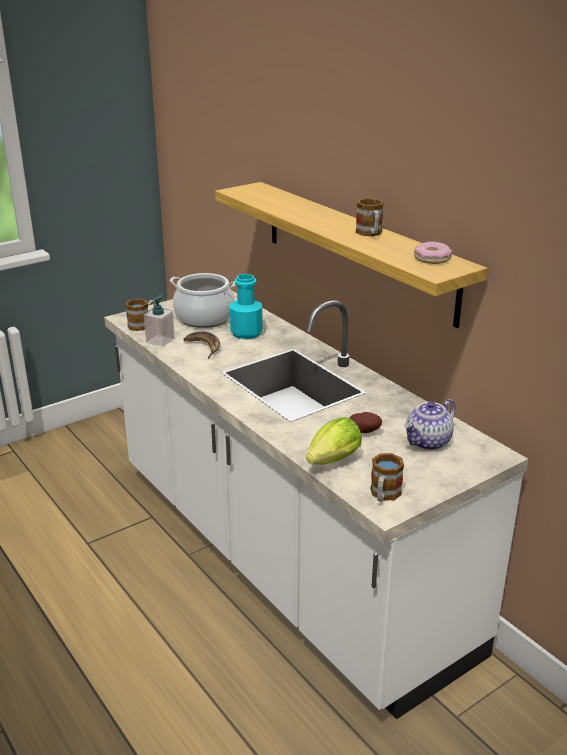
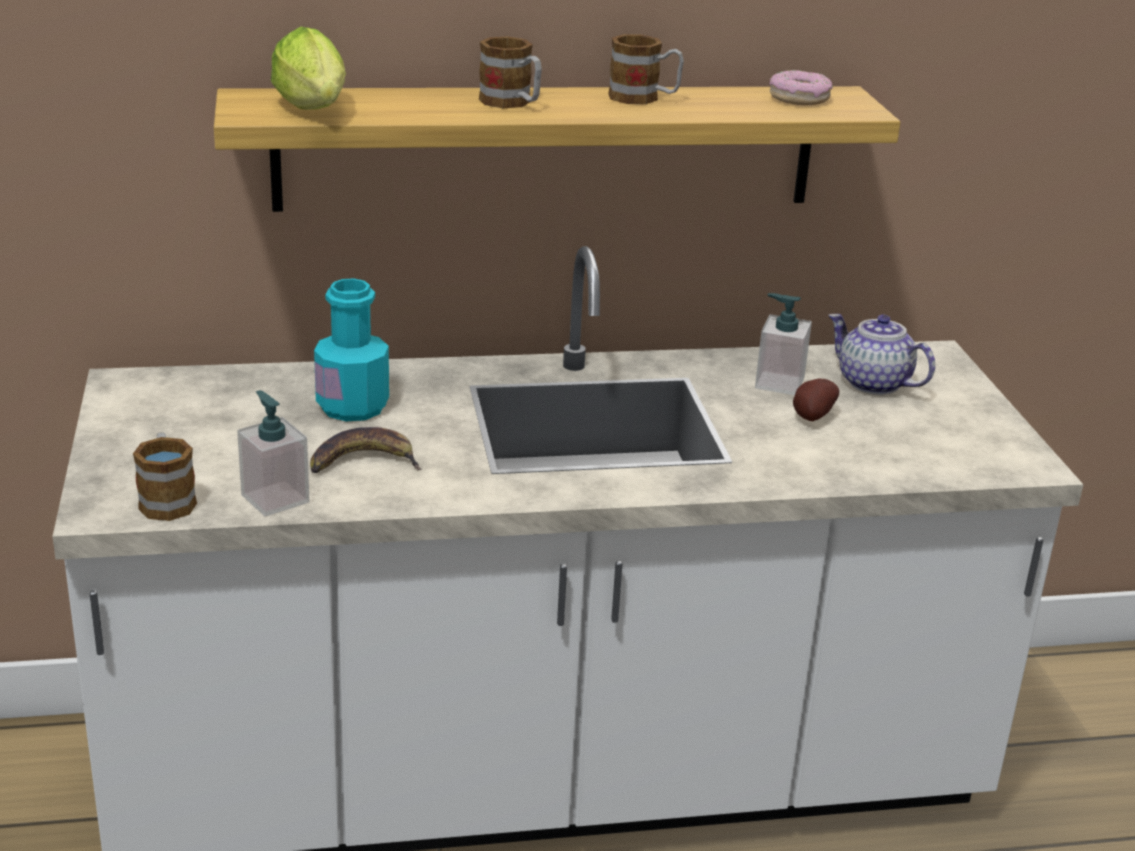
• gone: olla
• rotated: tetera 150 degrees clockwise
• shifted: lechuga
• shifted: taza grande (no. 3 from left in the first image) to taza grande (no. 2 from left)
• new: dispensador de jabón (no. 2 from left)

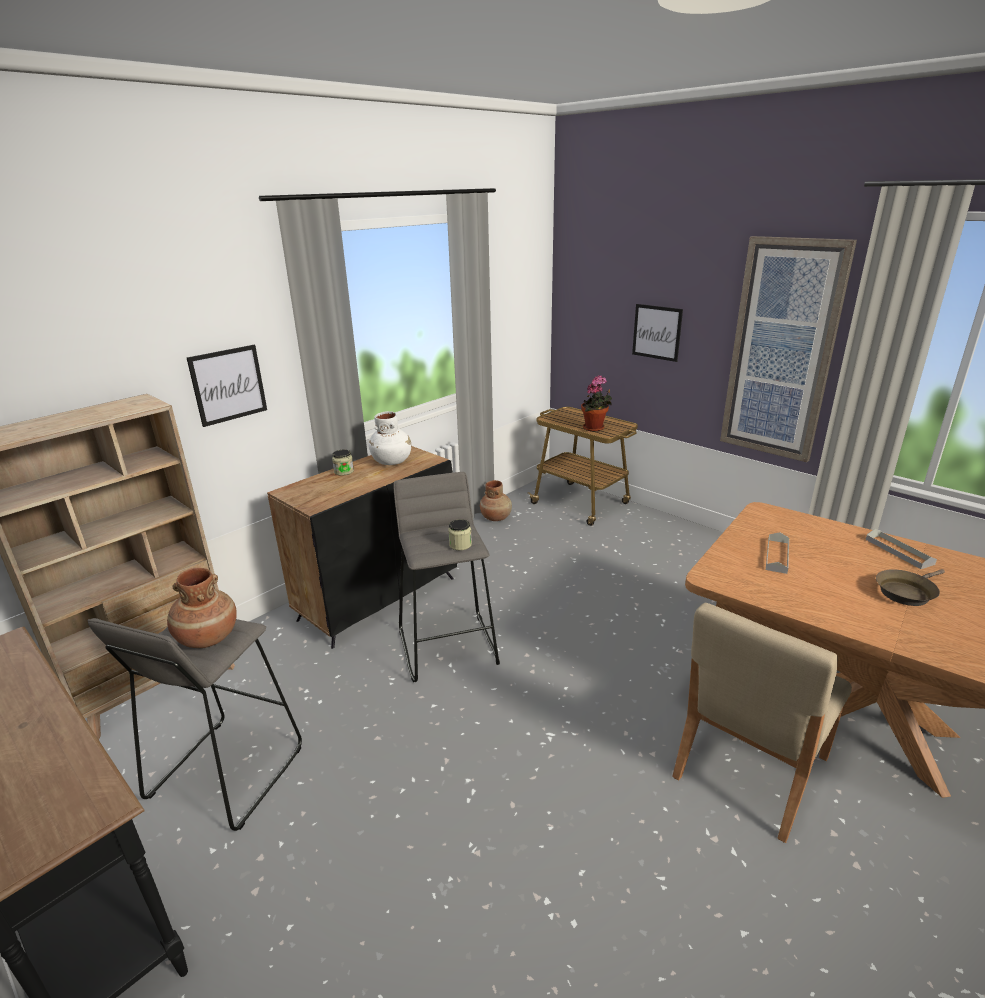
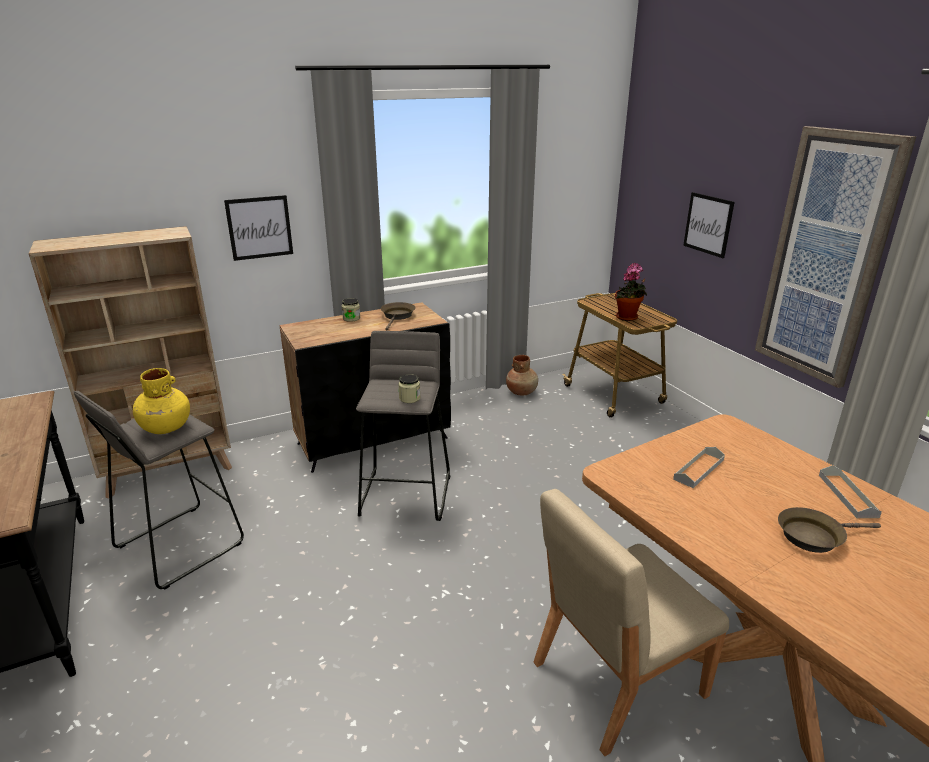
• swapped: florero/blanco to sartén/marrón (no. 1 from left)
• repainted: florero/marrón (no. 1 from left) to florero/amarillo

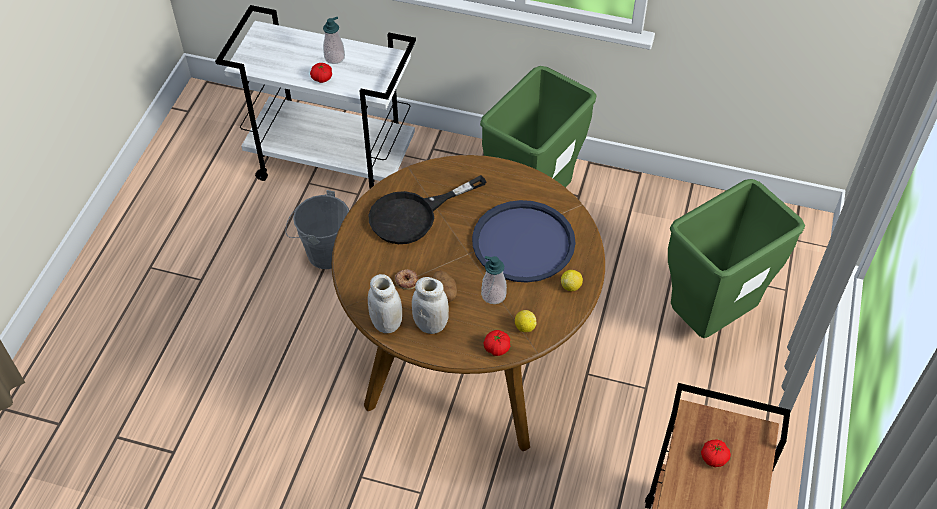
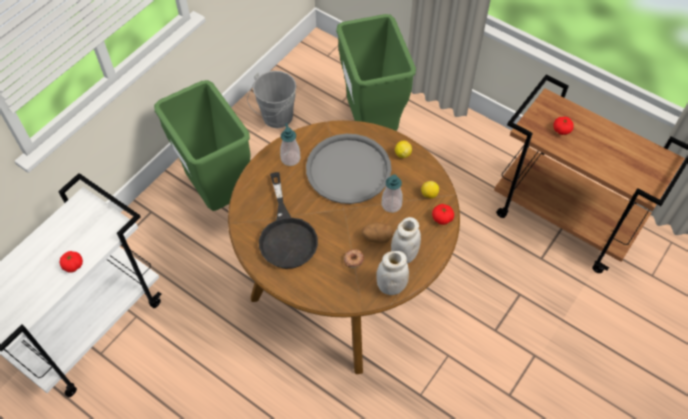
• shifted: dispensador de jabón (no. 1 from left)
• shifted: cubo/gris
• repainted: bandeja/azul to bandeja/gris

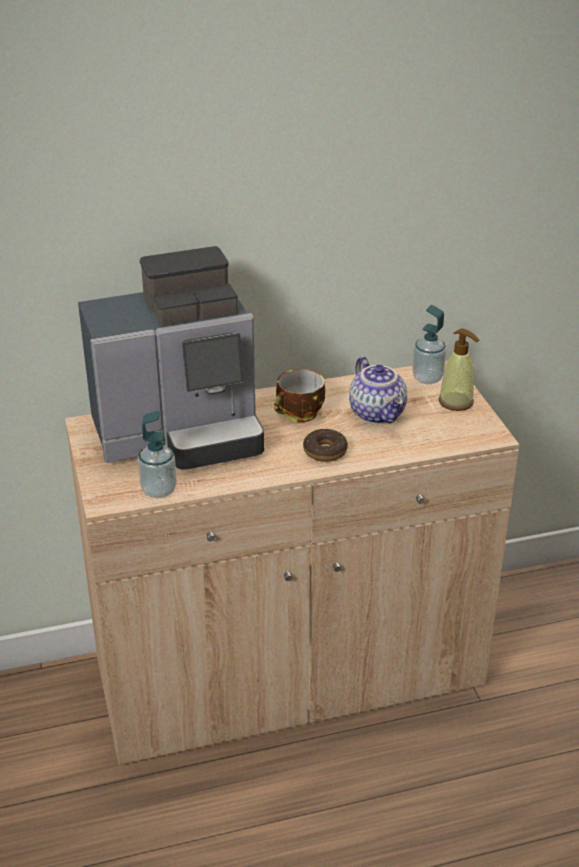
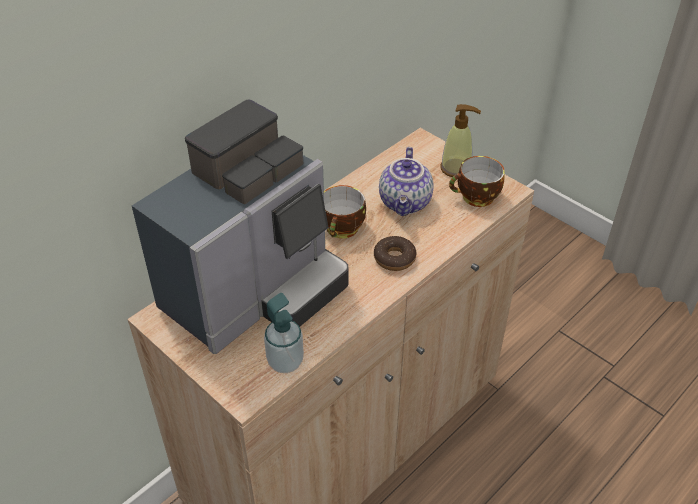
• gone: dispensador de jabón (no. 2 from left)
• rotated: tetera 60 degrees clockwise
• new: taza (no. 2 from left)

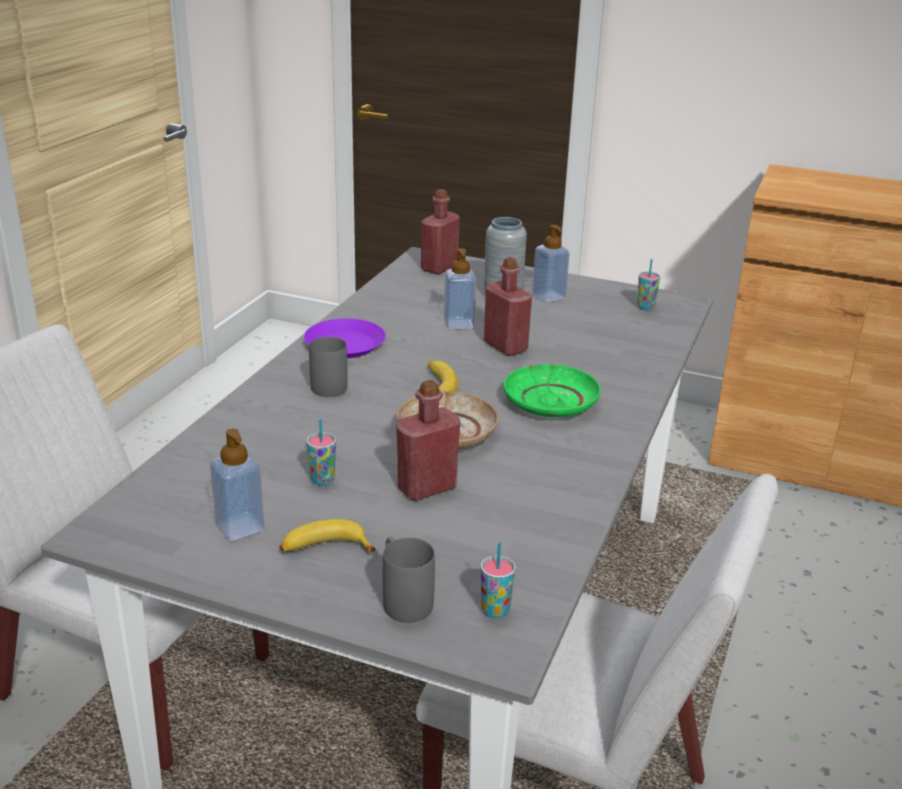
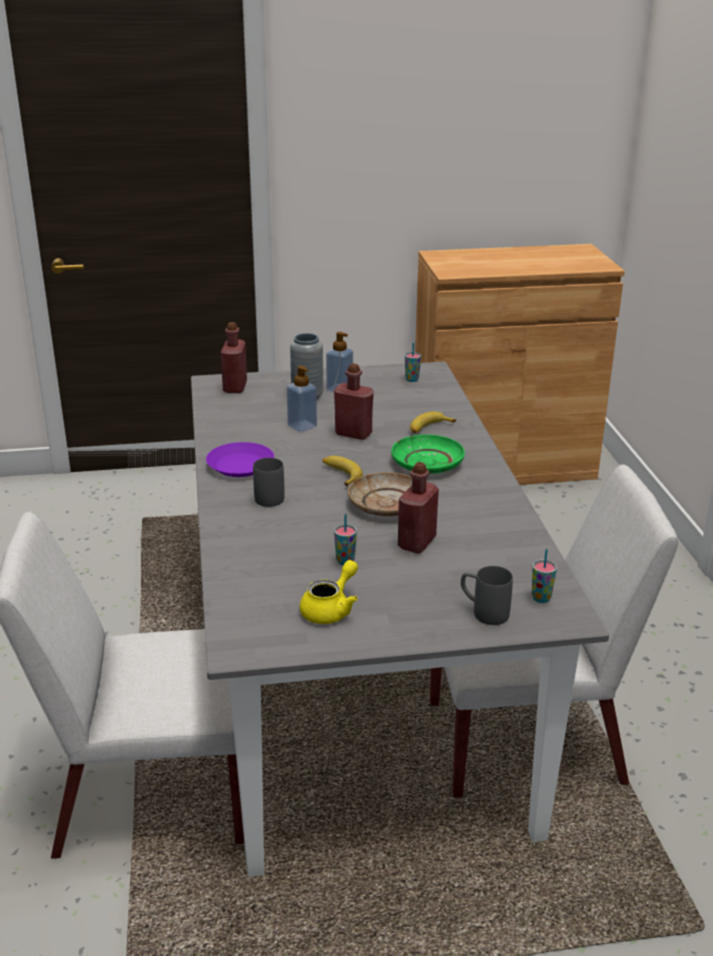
• swapped: dispensador de jabón (no. 1 from left) to tetera/amarillo
• shifted: plátano (no. 1 from left in the first image) to plátano (no. 2 from left)

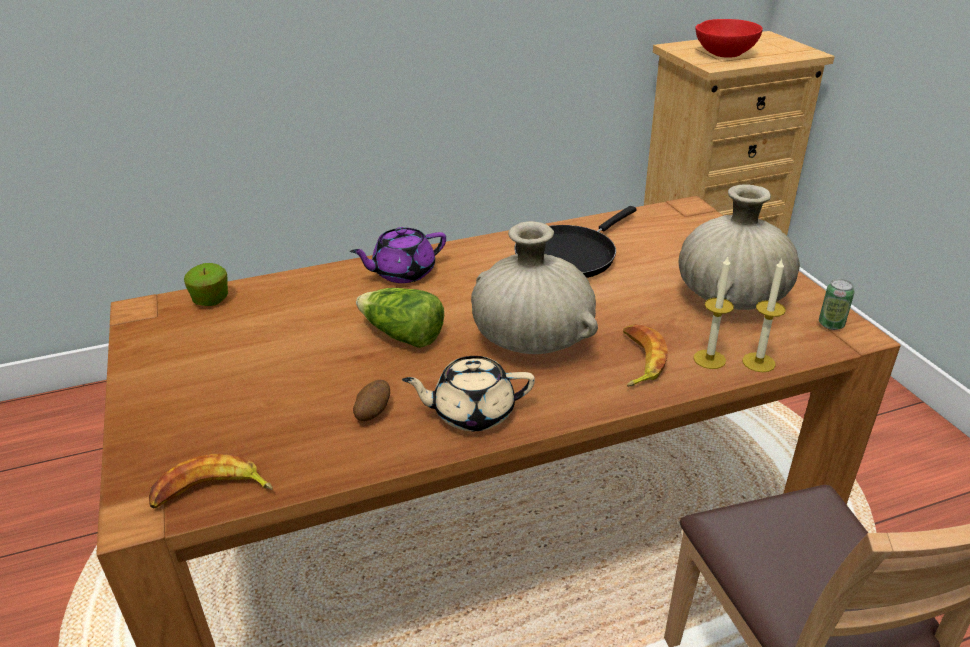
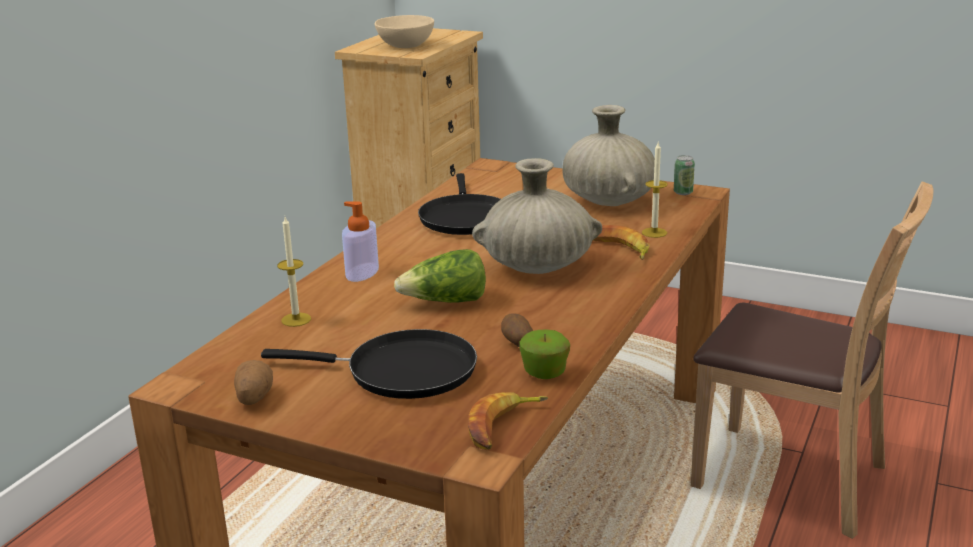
• repainted: cuenco/rojo to cuenco/beis
• swapped: tetera/morado to dispensador de jabón
• shifted: vela (no. 2 from left in the first image) to vela (no. 1 from left)
• shifted: manzana
• gone: tetera/beis
• new: sartén/negro (no. 1 from left)
• new: patata (no. 1 from left)

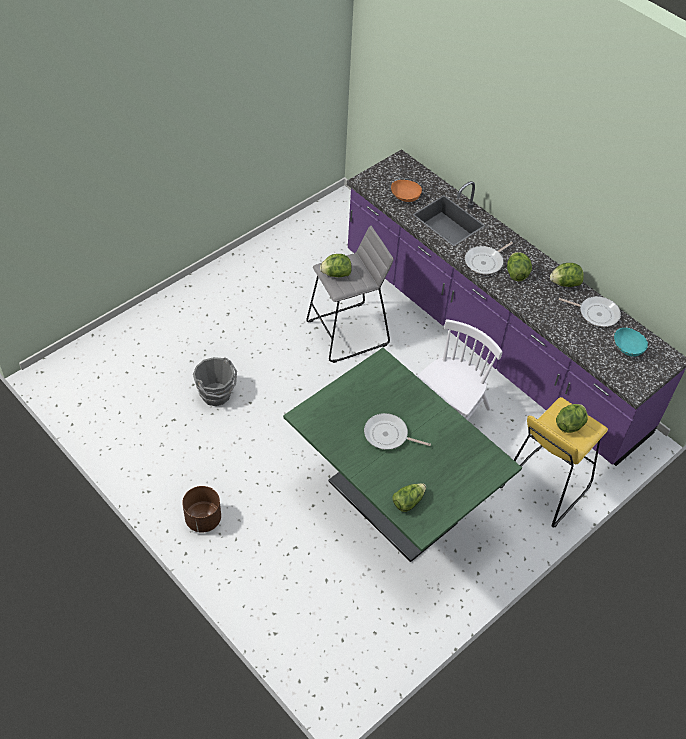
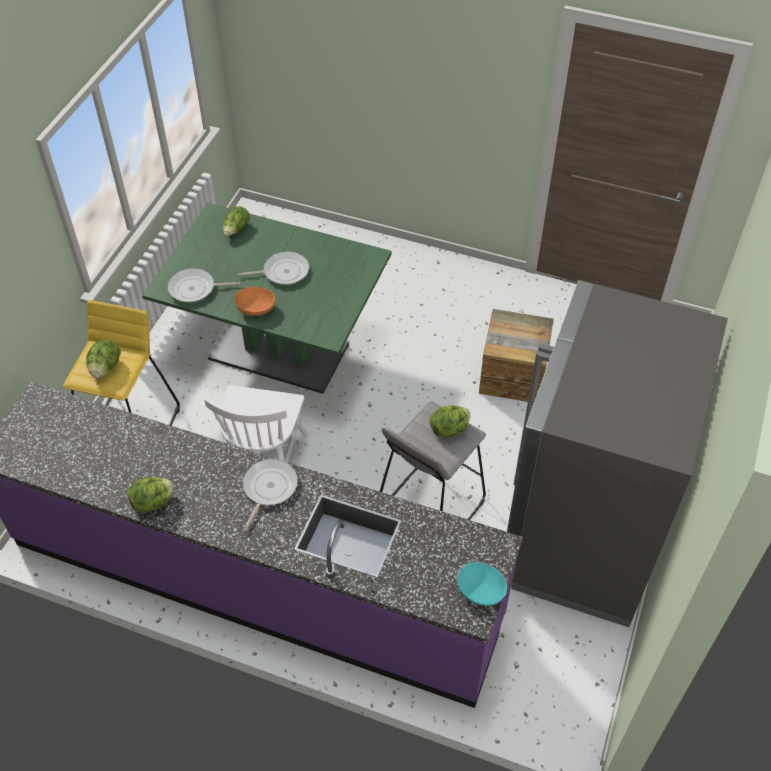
• shifted: cuenco/naranja
• gone: lechuga (no. 3 from left)
• shifted: sartén (no. 3 from left in the first image) to sartén (no. 1 from left)
• shifted: cuenco/turquesa
• swapped: cubo/gris to caja de embalaje
• gone: maceta/marrón
• new: nevera/gris

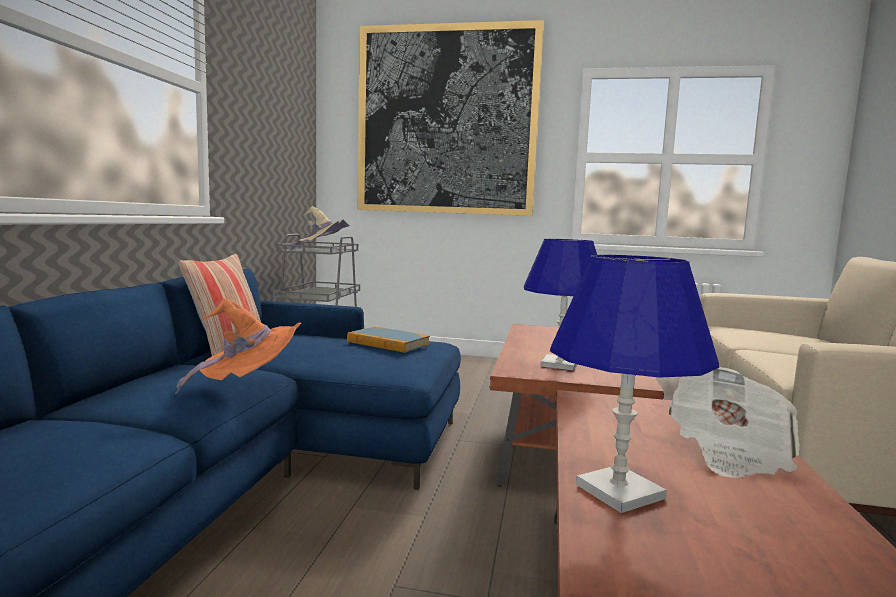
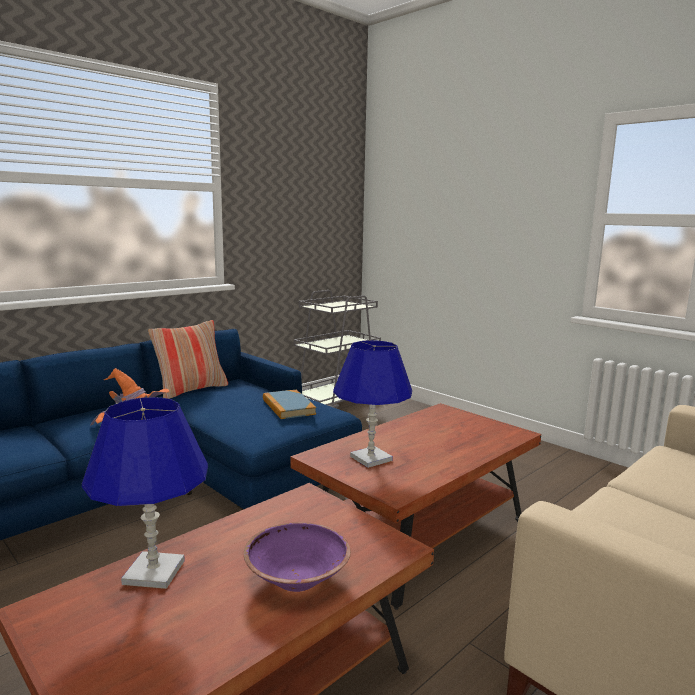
• gone: cuadro
• gone: sombrero/beis
• swapped: periódico to cuenco/morado

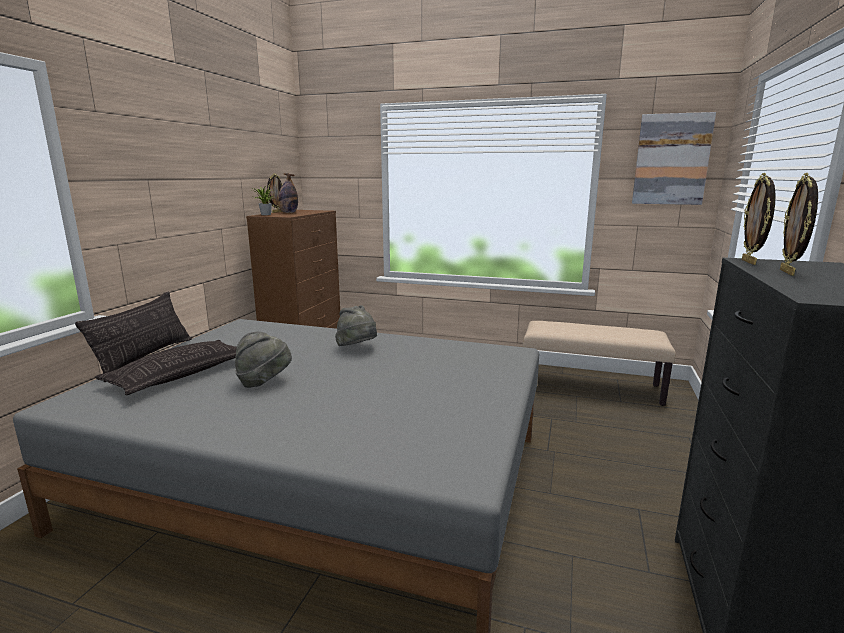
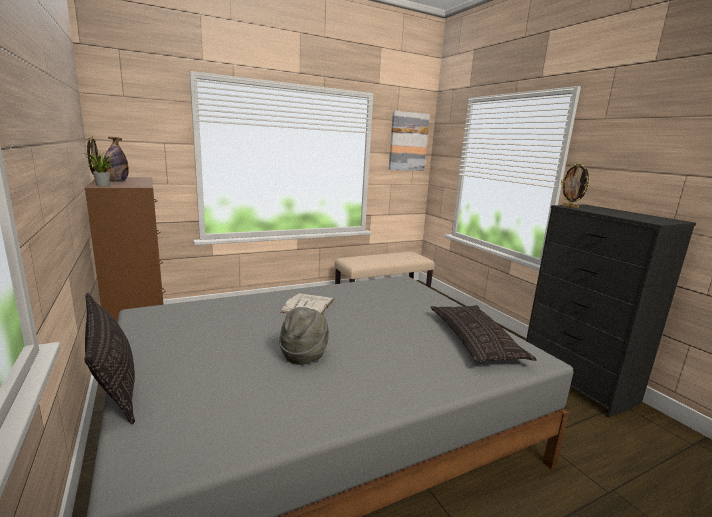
• gone: portarretratos (no. 3 from left)
• swapped: sombrero/gris (no. 2 from left) to libro/blanco
• shifted: cojín (no. 2 from left)

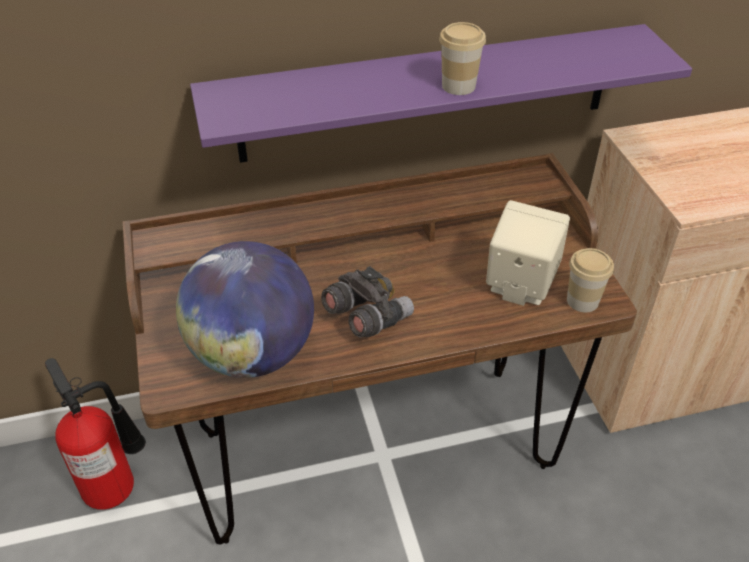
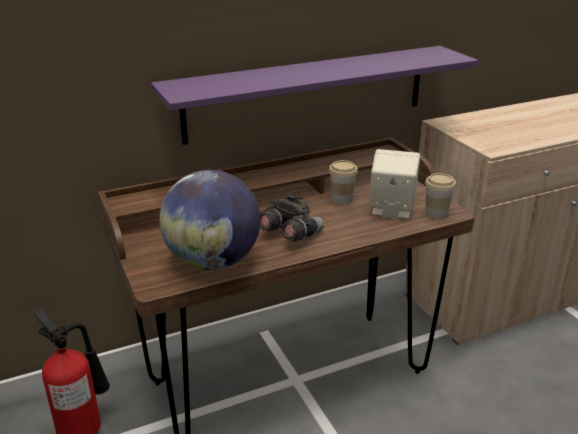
• shifted: taza (no. 1 from left)

